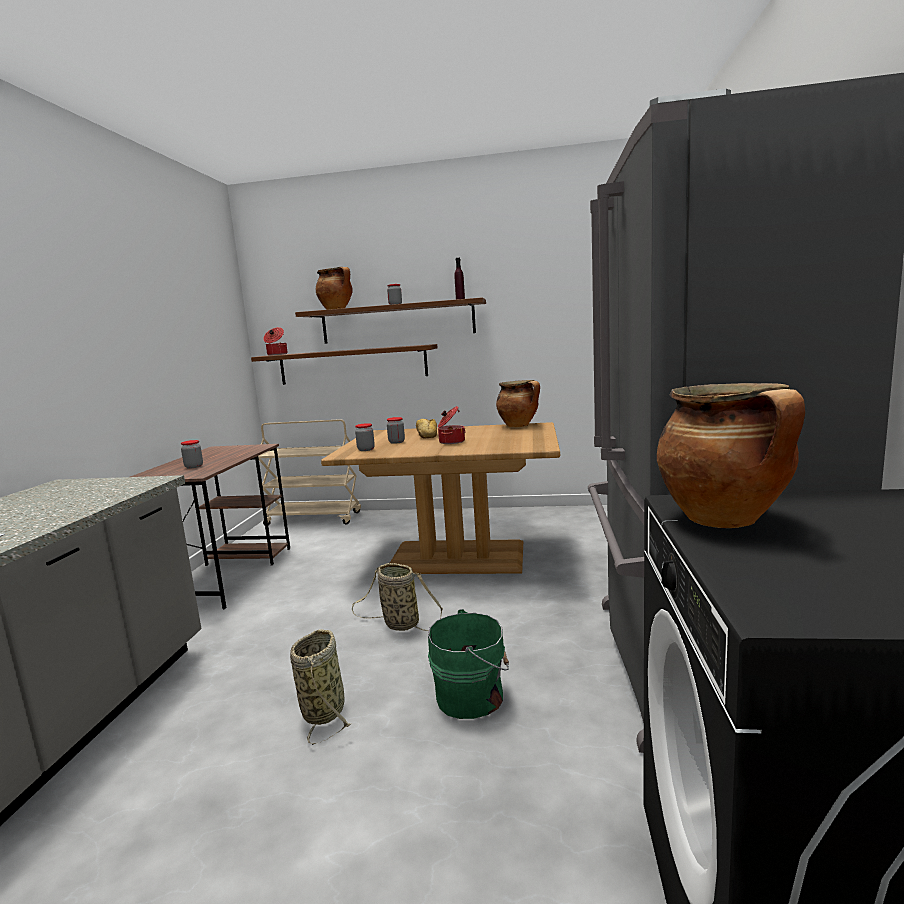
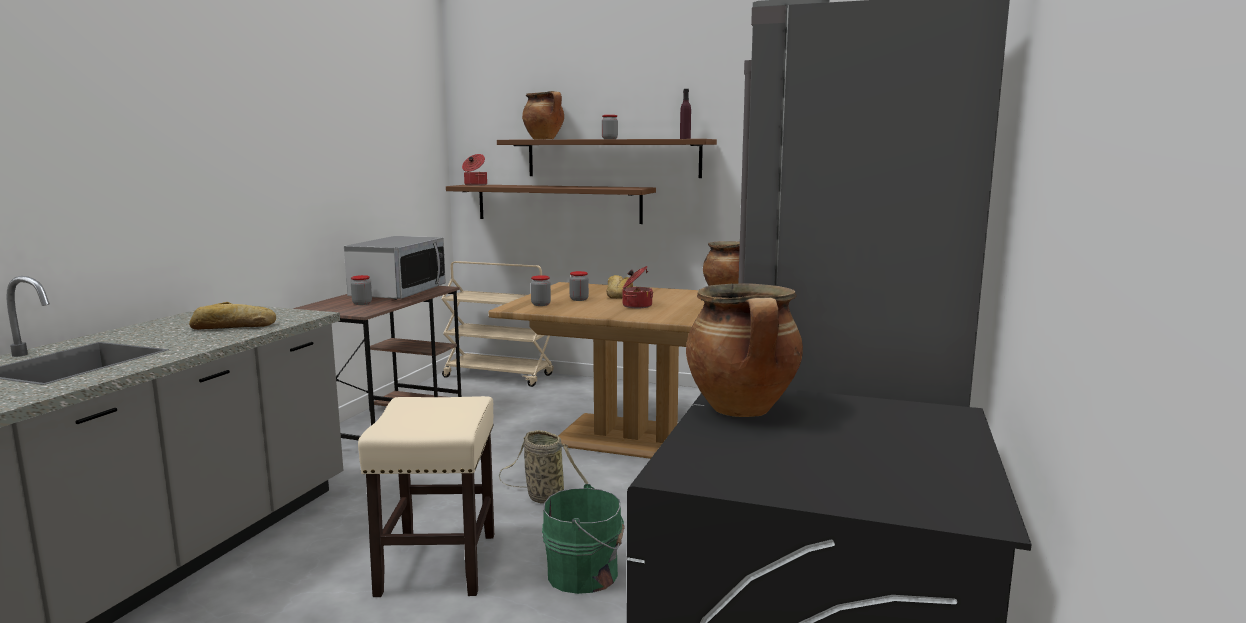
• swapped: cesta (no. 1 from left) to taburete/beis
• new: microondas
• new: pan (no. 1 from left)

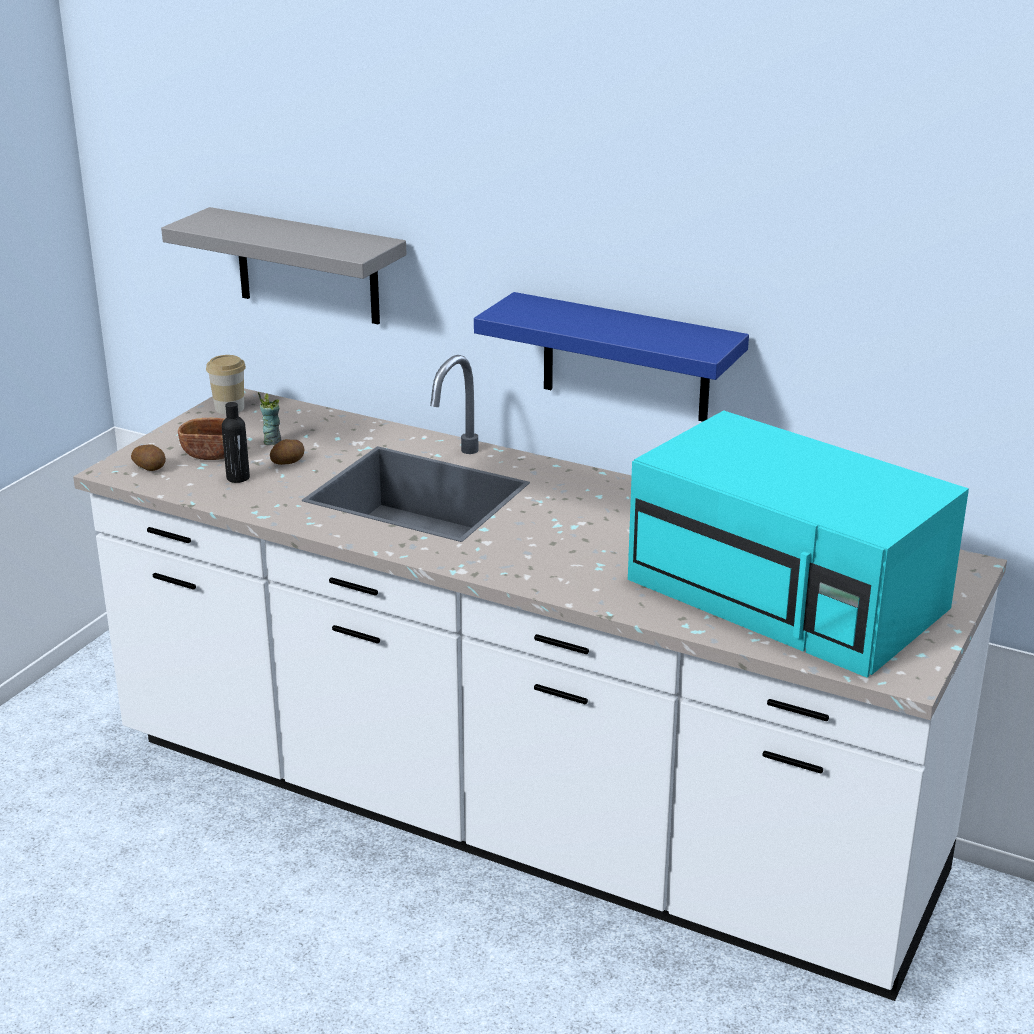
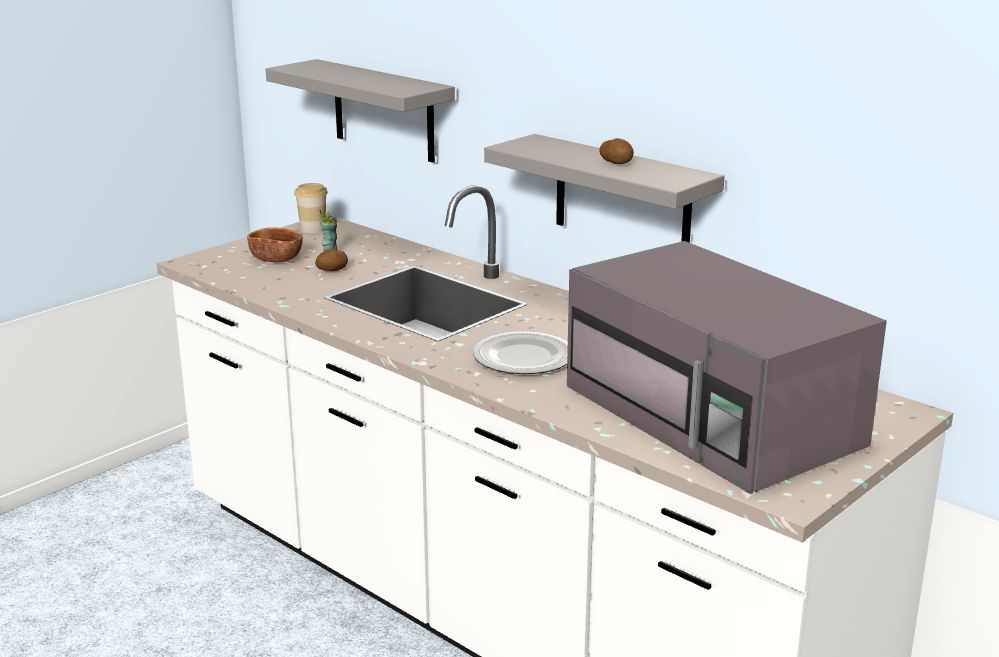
• repainted: estante/azul to estante/gris (no. 2 from left)
• gone: botella/negro
• repainted: microondas/turquesa to microondas/gris
• shifted: patata (no. 1 from left in the first image) to patata (no. 2 from left)
• new: plato

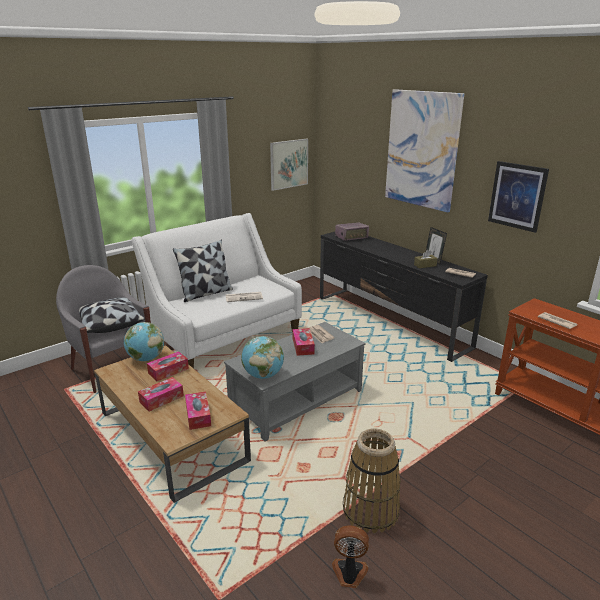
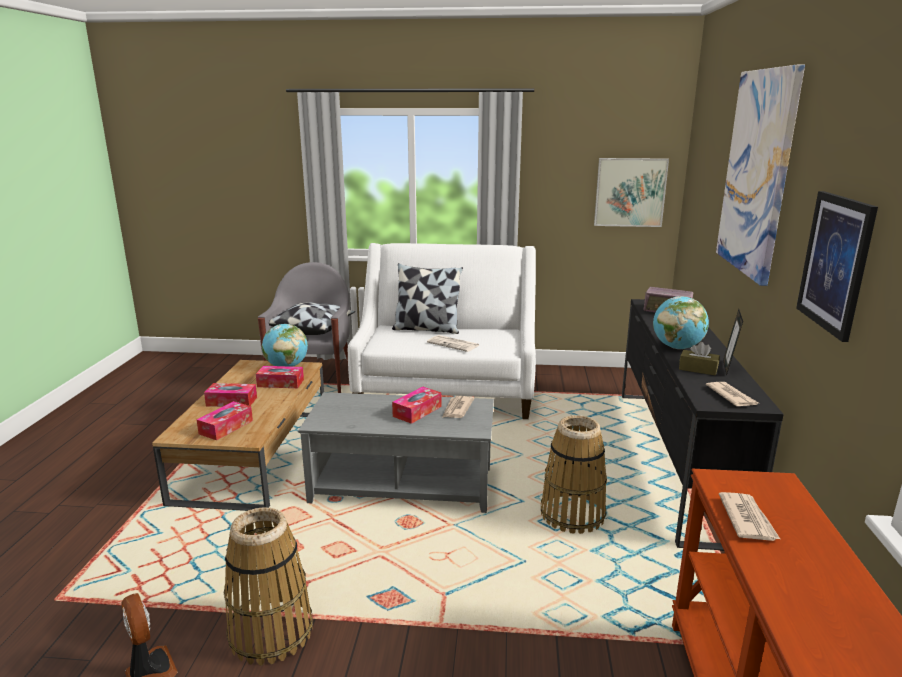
• shifted: globo terráqueo (no. 2 from left)
• new: cesta (no. 2 from left)

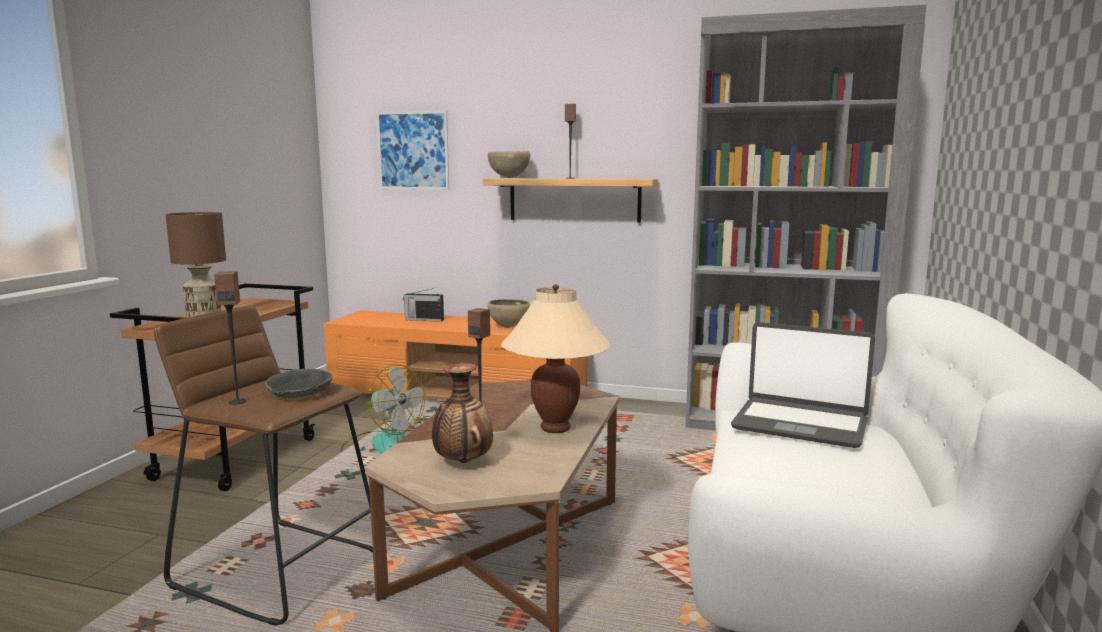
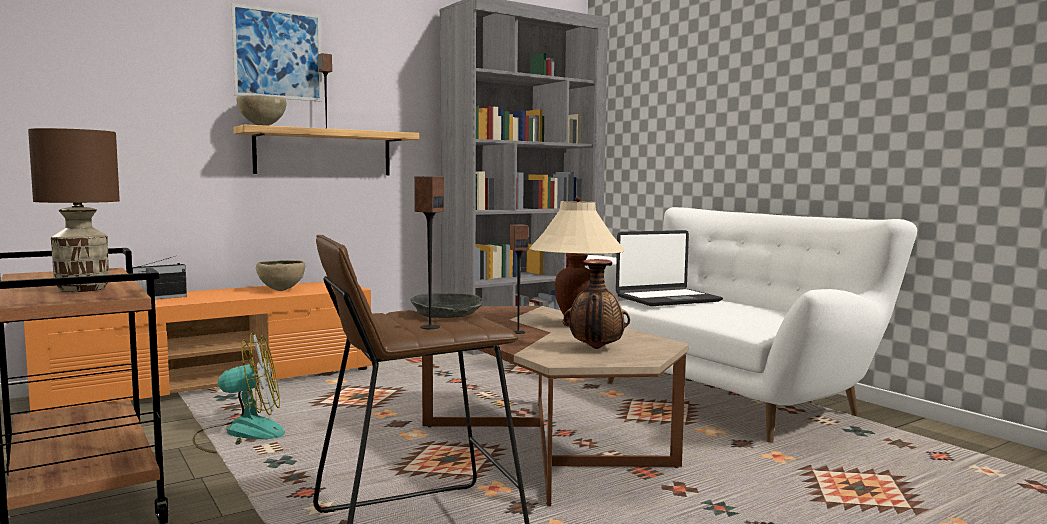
• shifted: cuadro

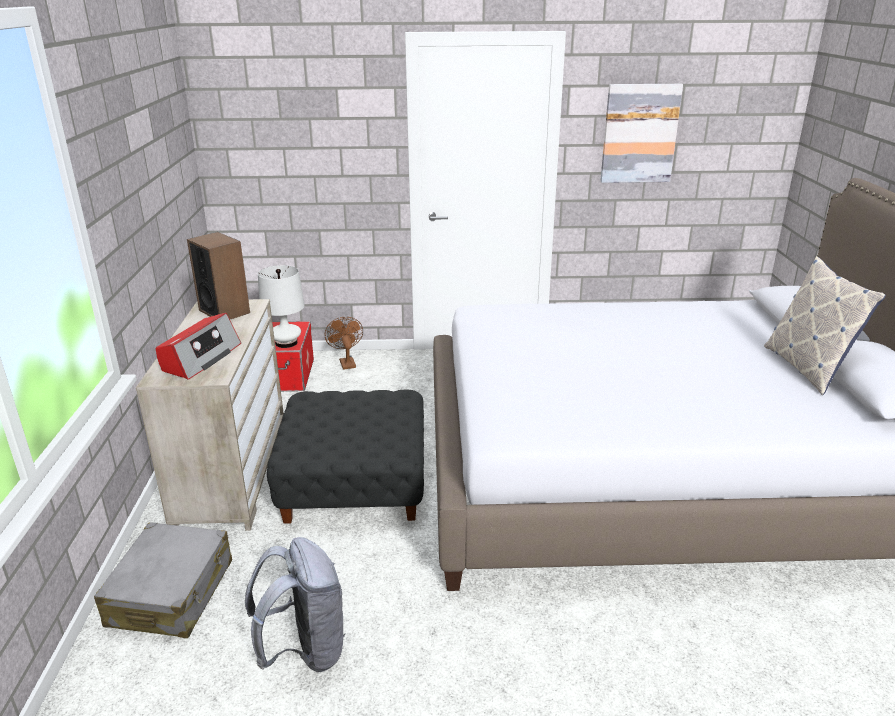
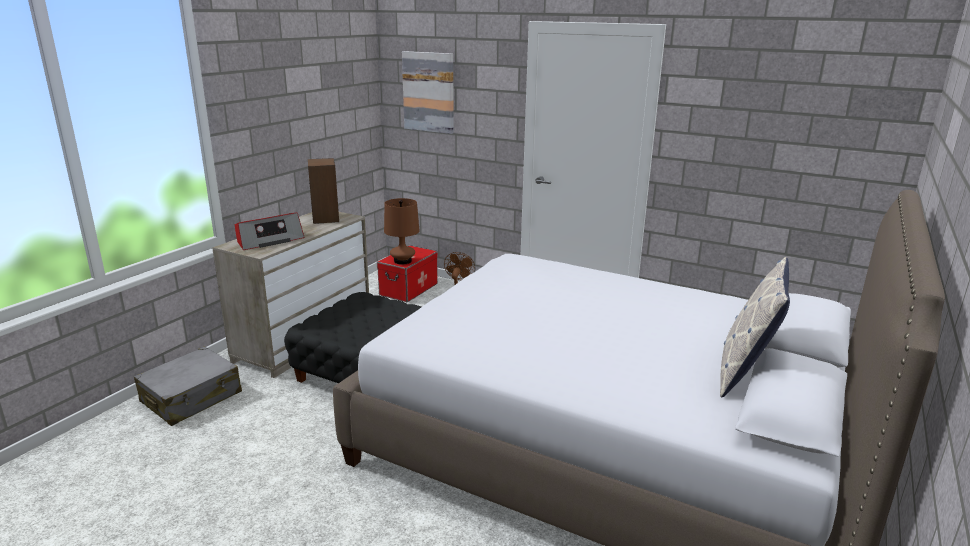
• shifted: cuadro
• repainted: lámpara de mesa/blanco to lámpara de mesa/marrón
• gone: mochila/gris

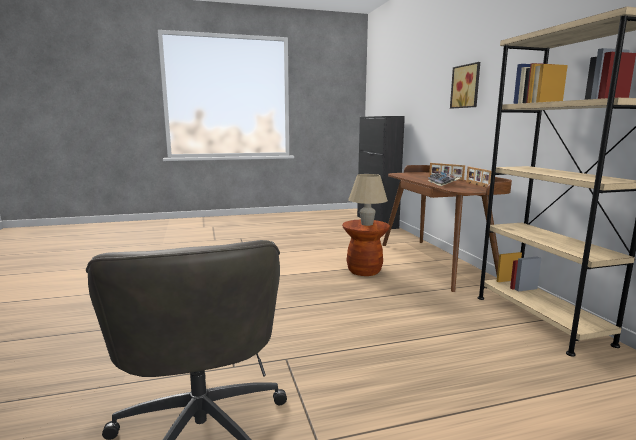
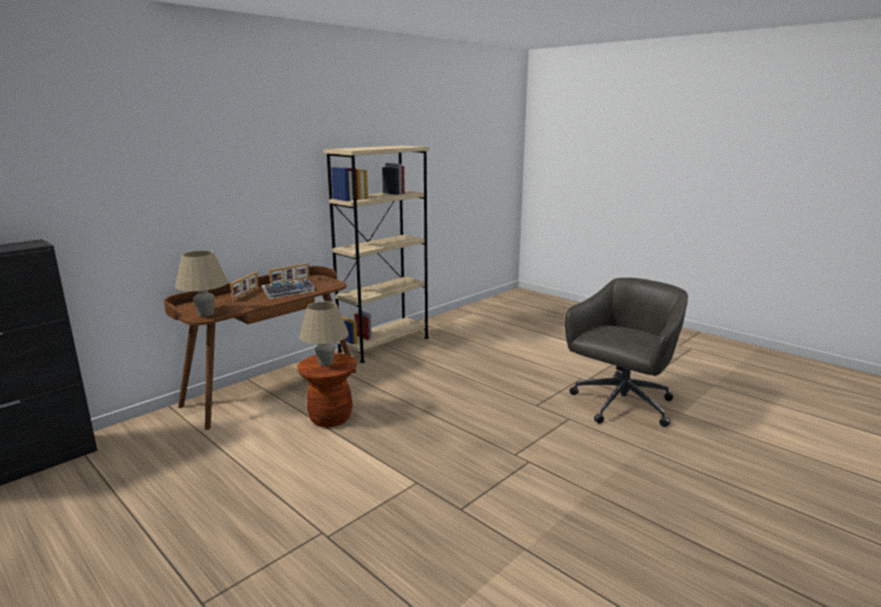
• gone: cuadro
• new: lámpara de mesa/beis (no. 1 from left)

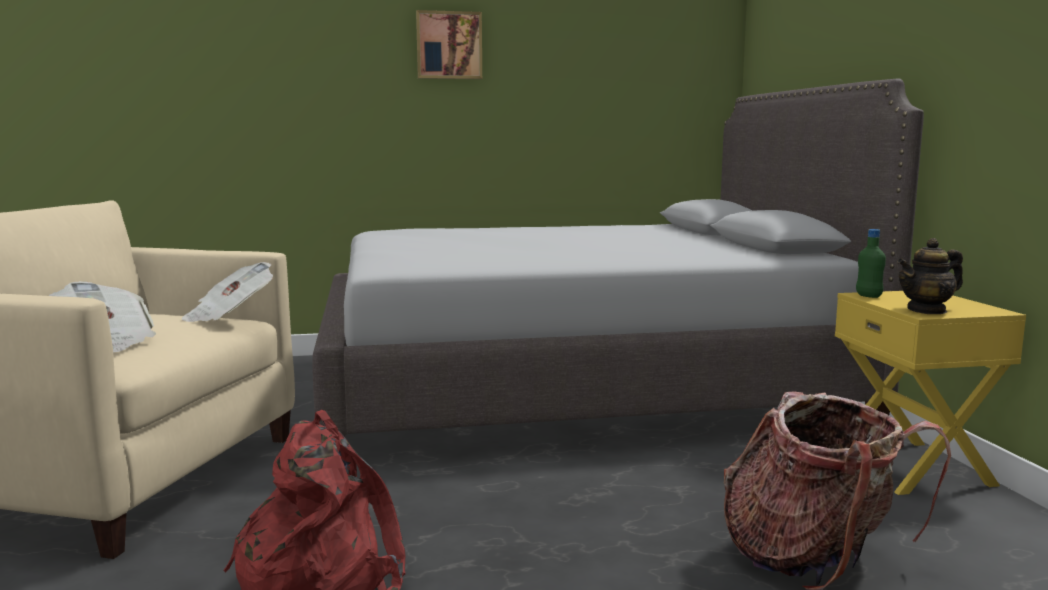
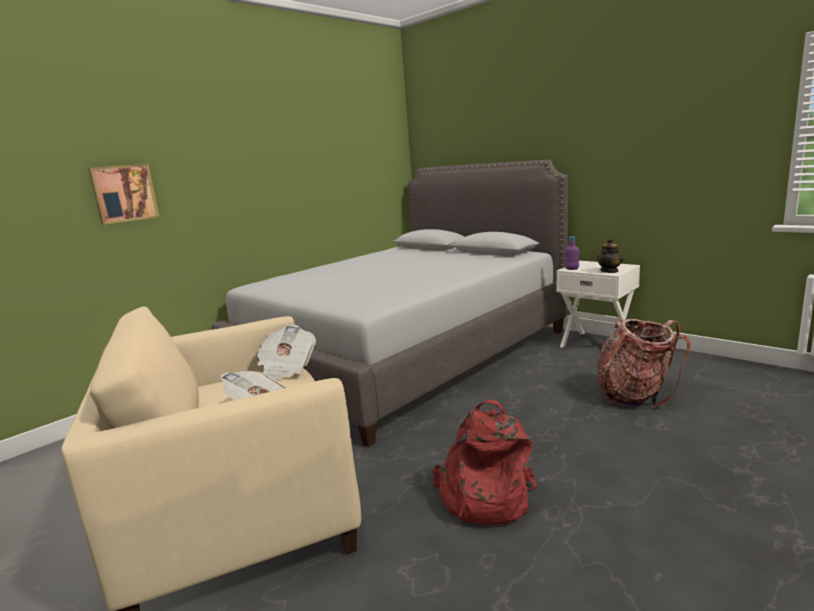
• shifted: cuadro
• repainted: botella/verde to botella/morado
• repainted: mesita de noche/amarillo to mesita de noche/blanco

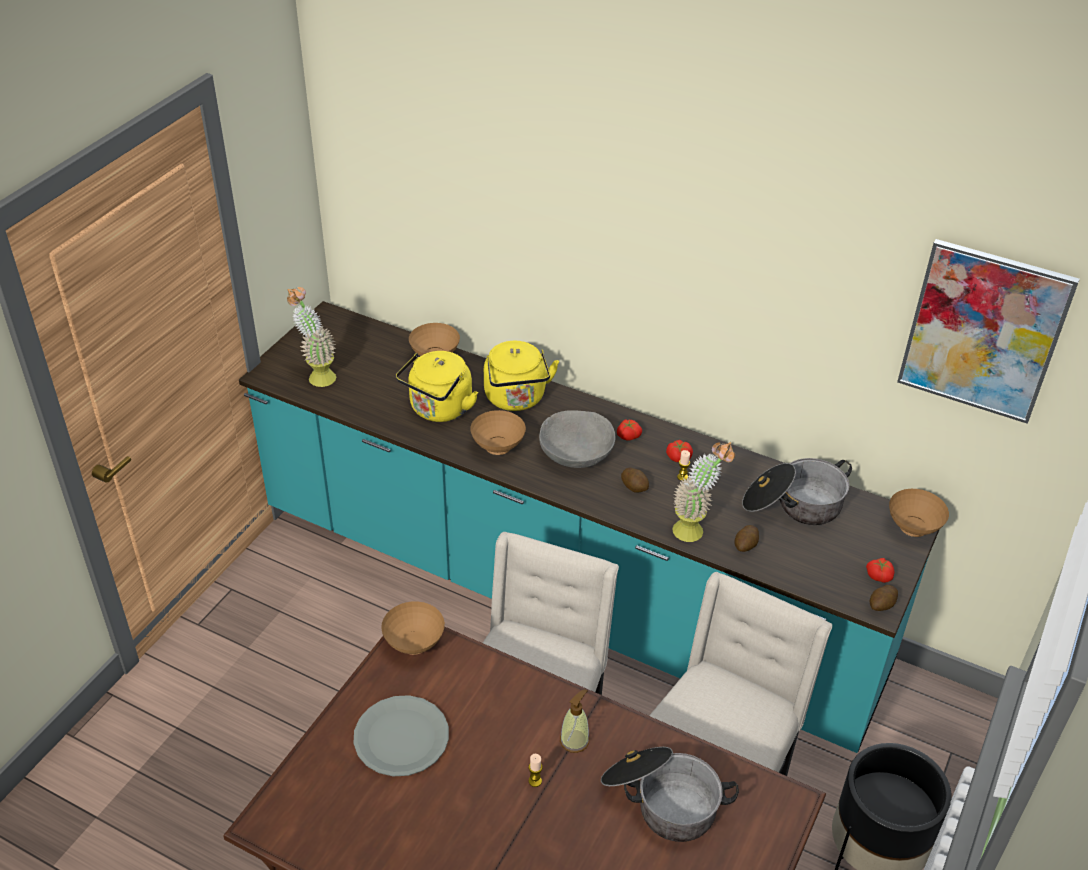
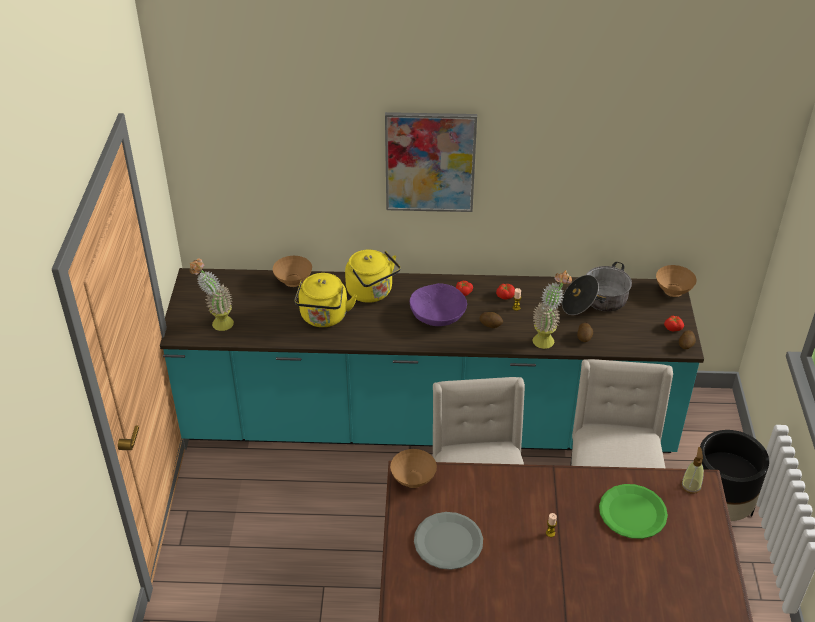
• shifted: cuadro
• gone: cuenco/marrón (no. 3 from left)
• repainted: cuenco/gris to cuenco/morado
• shifted: dispensador de jabón
• swapped: olla (no. 1 from left) to plato/verde

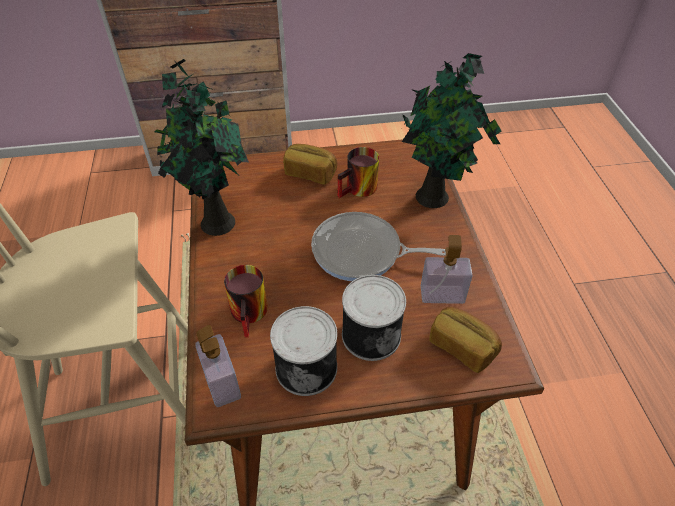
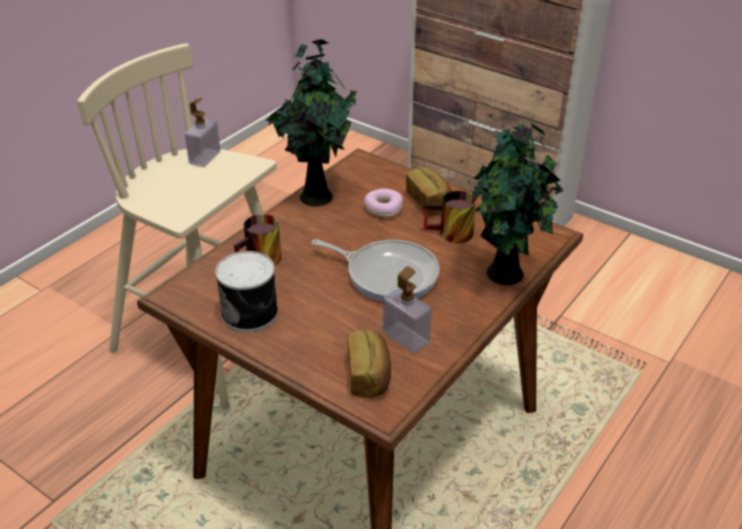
• rotated: sartén 150 degrees clockwise
• gone: lata (no. 2 from left)
• shifted: dispensador de jabón (no. 1 from left)
• new: rosquilla

